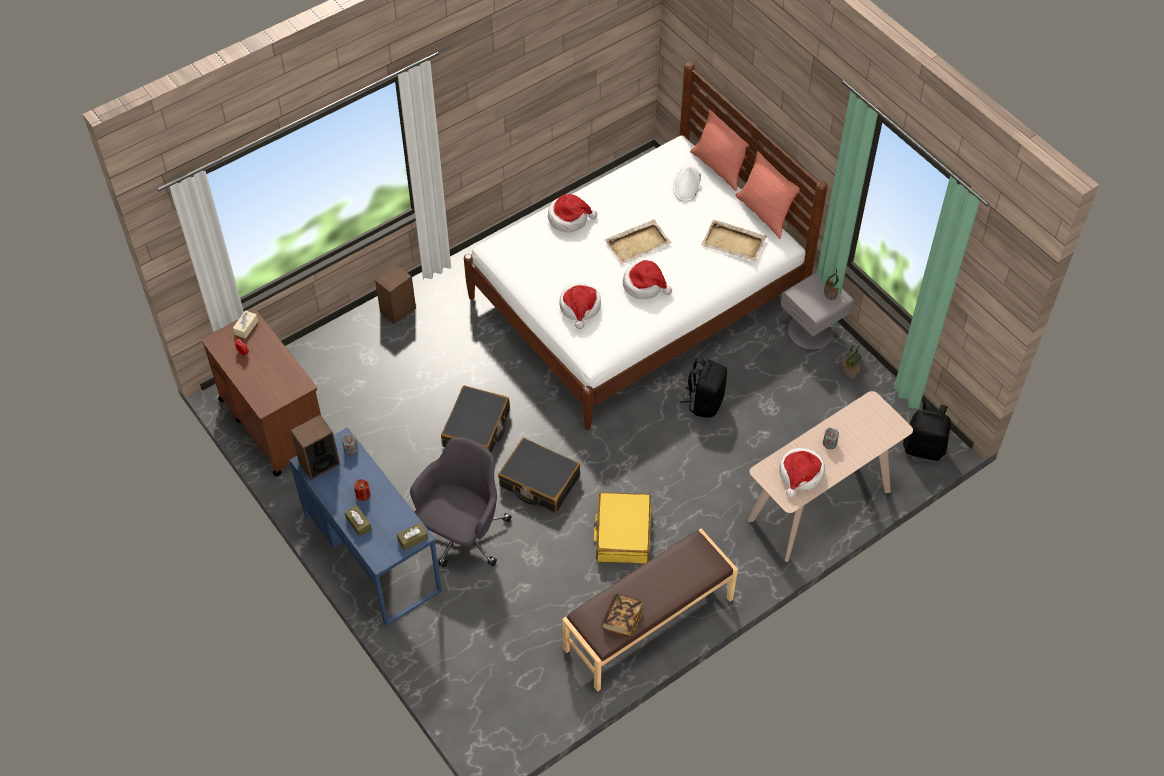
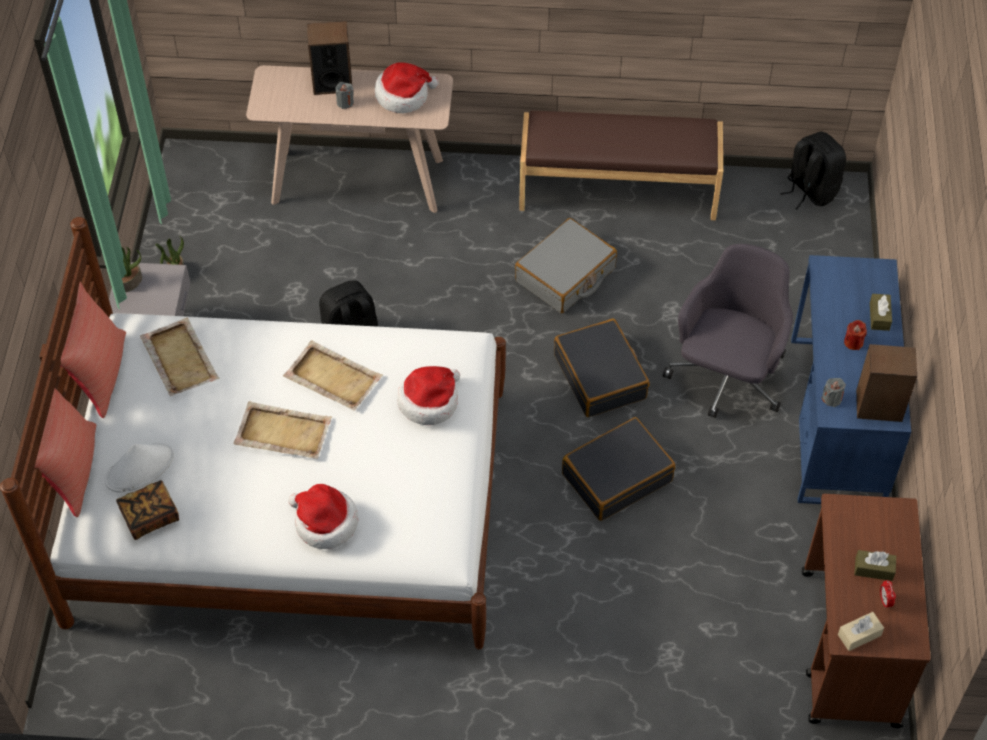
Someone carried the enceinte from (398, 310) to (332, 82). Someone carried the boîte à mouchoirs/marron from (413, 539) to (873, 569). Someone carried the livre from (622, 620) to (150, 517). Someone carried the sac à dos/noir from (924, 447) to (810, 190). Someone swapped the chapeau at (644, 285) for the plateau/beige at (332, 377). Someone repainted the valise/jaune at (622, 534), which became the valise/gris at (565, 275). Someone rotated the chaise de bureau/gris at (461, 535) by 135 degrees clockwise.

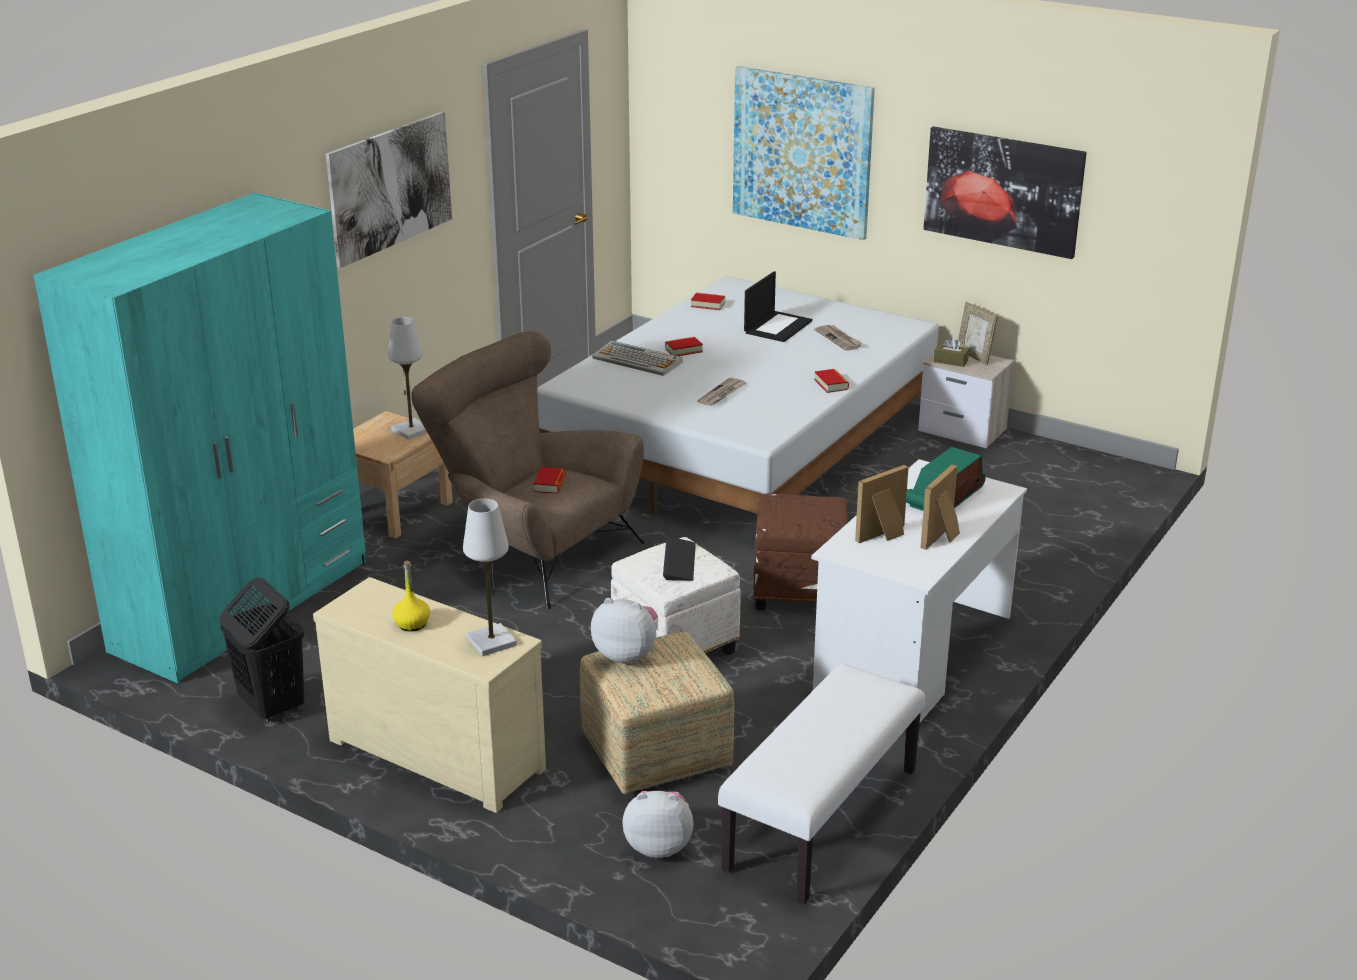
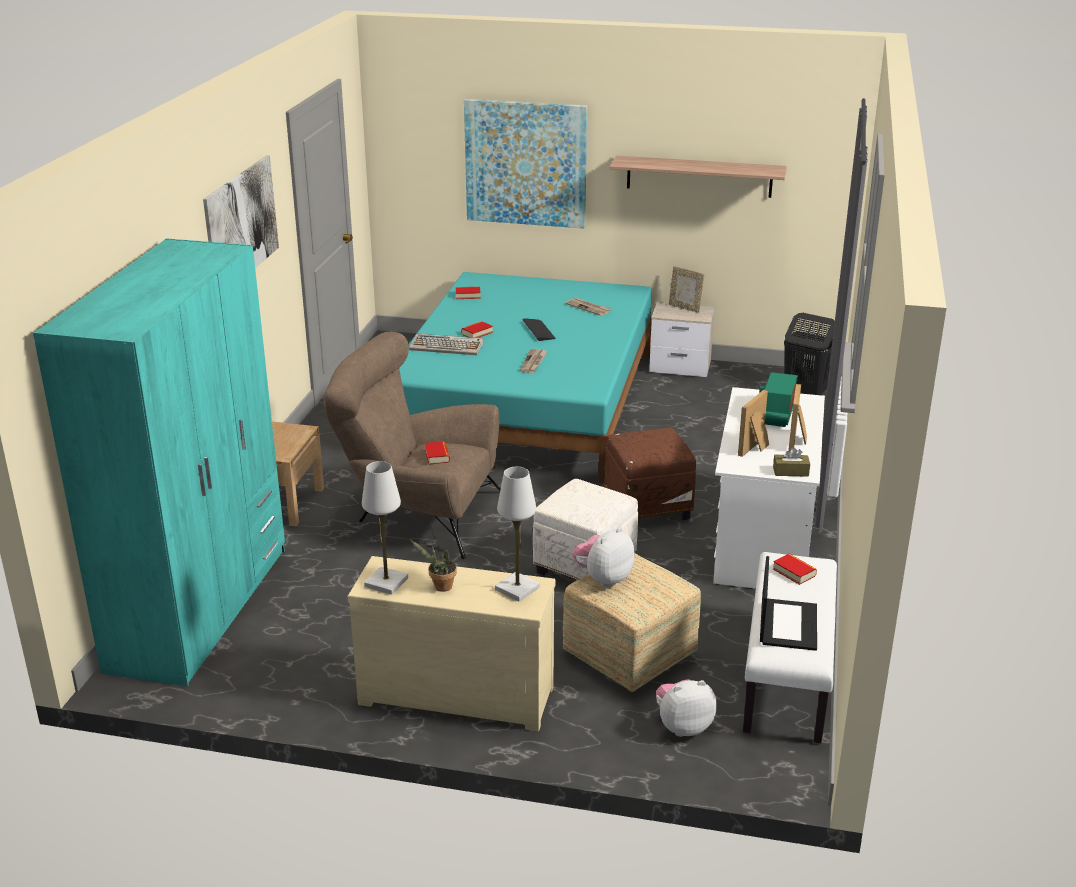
Someone carried the panier à linge/noir from (271, 706) to (804, 394). Someone carried the lampe de table/blanc from (411, 431) to (386, 582). Someone carried the clavier from (679, 561) to (539, 330). Someone carried the ordinateur portable from (777, 326) to (787, 624). Someone carried the livre from (831, 384) to (794, 572). Someone carried the boîte à mouchoirs/marron from (950, 361) to (790, 471). Someone swapped the bouteille/jaune at (412, 624) for the plante en pot at (440, 587). Someone swapped the tableau at (1003, 191) for the étagère at (699, 176). Someone repainted the lit/blanc at (743, 446), which became the lit/turquoise at (527, 404). Someone rotated the peluche at (627, 655) by 45 degrees counterclockwise.

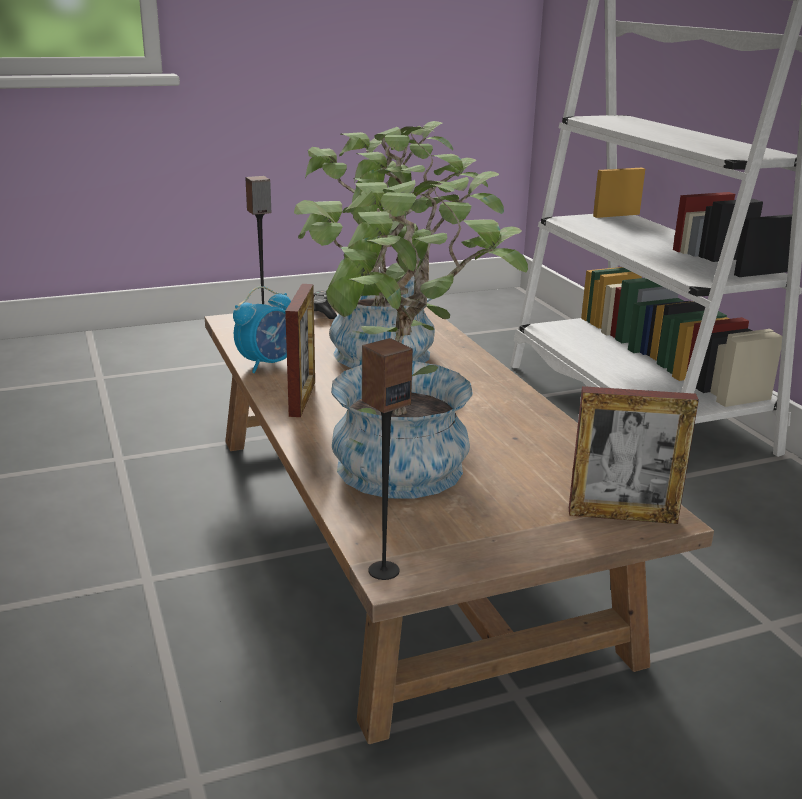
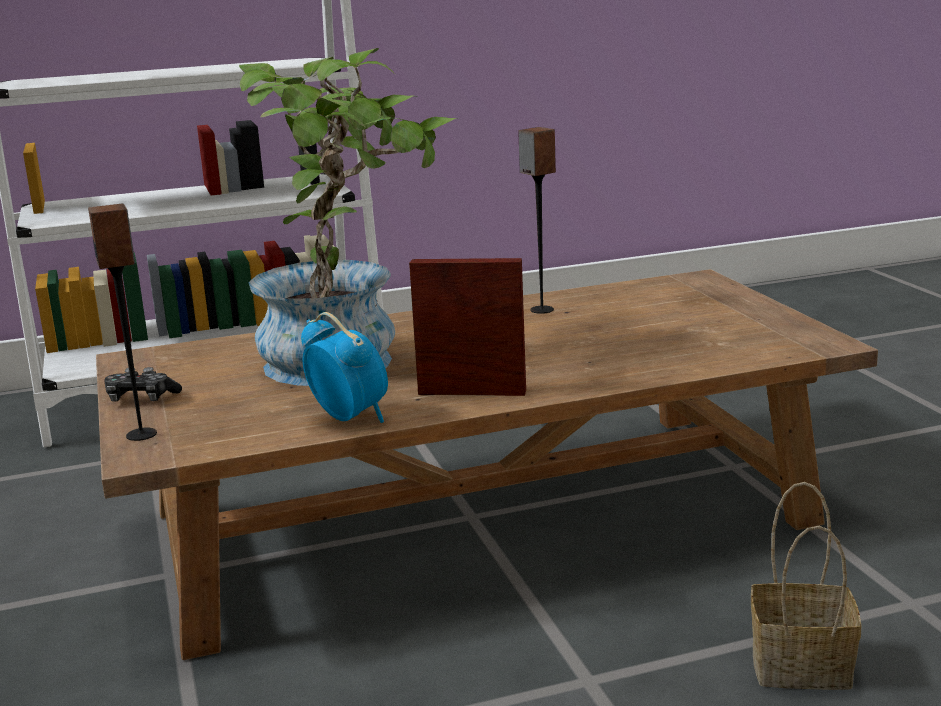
Someone took away the plante en pot at (399, 477). Someone took away the cadre photo at (622, 516). Someone put down the panier at (804, 665). Someone carried the enceinte from (383, 570) to (541, 310).

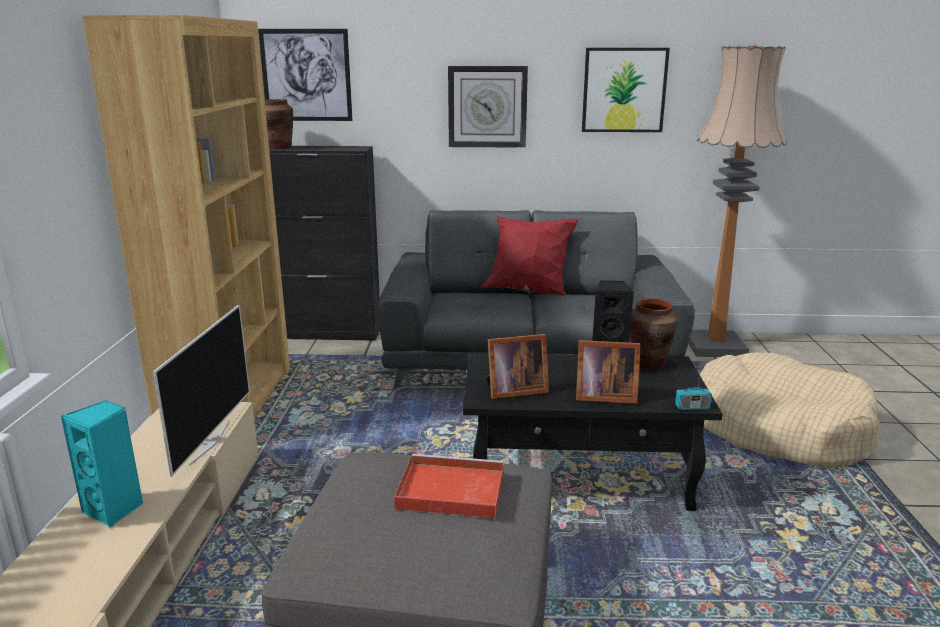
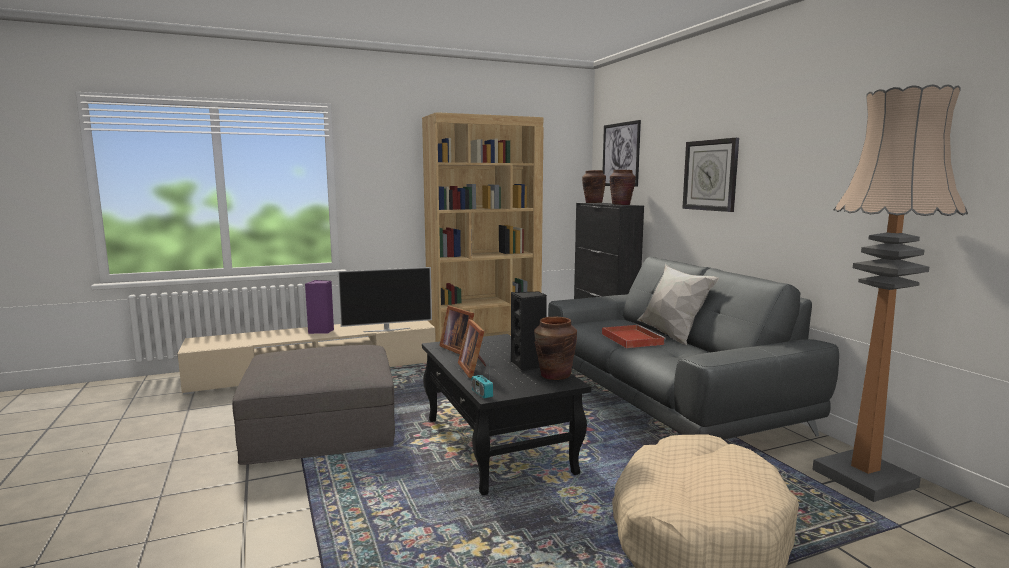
Someone took away the tableau at (624, 90). Someone put down the vase/marron at (621, 204). Someone carried the plateau/rouge from (449, 490) to (631, 339). Someone repainted the enceinte/turquoise at (115, 510), which became the enceinte/violet at (321, 331). Someone repainted the coussin/rouge at (528, 291), which became the coussin/blanc at (672, 336).

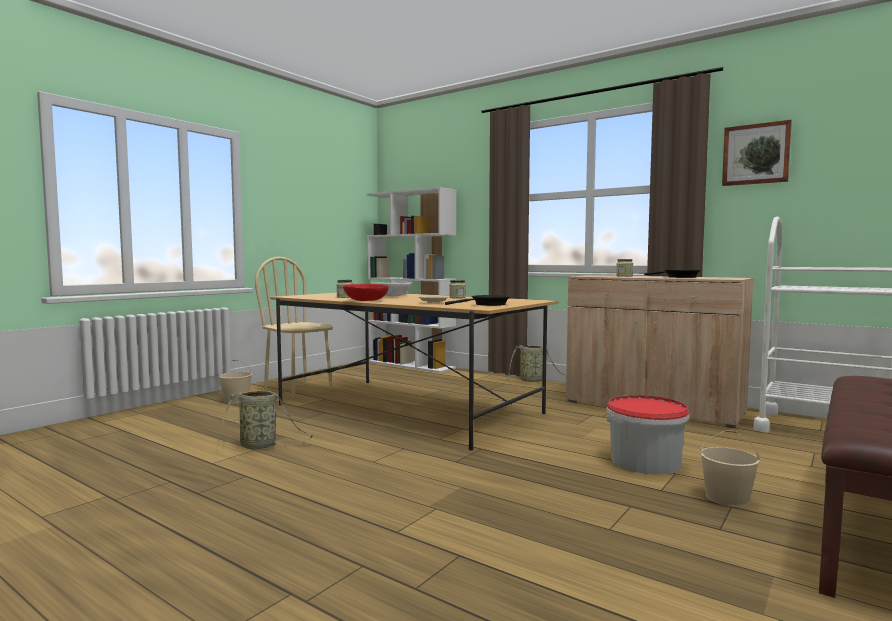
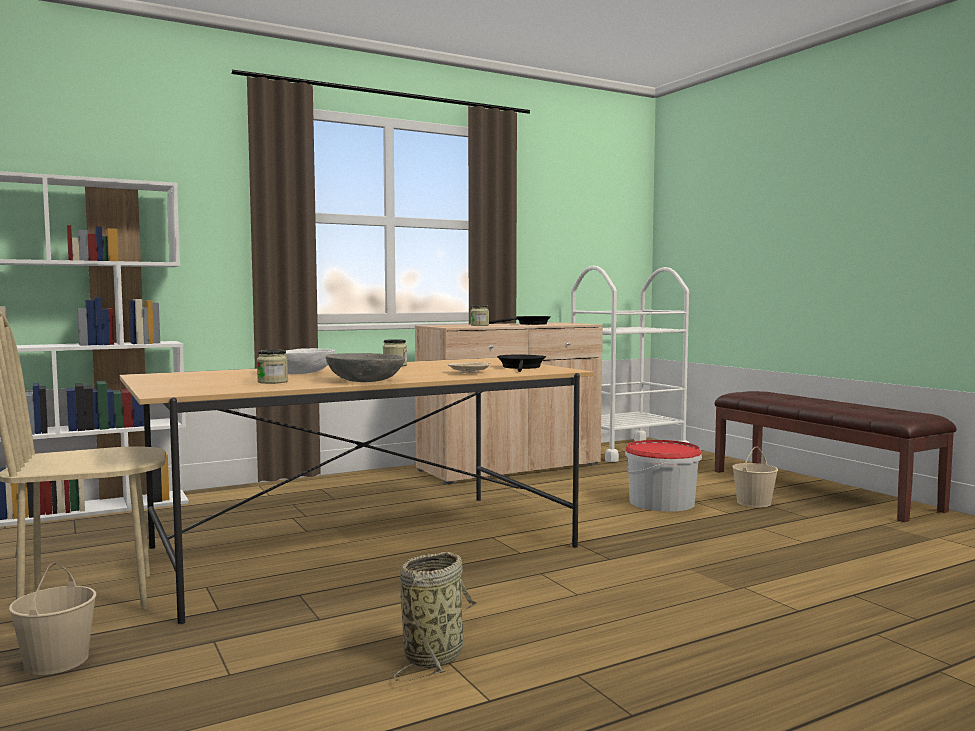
Someone took away the panier at (533, 381). Someone took away the tableau at (756, 154). Someone repainted the bol/rouge at (366, 300), which became the bol/gris at (365, 380).

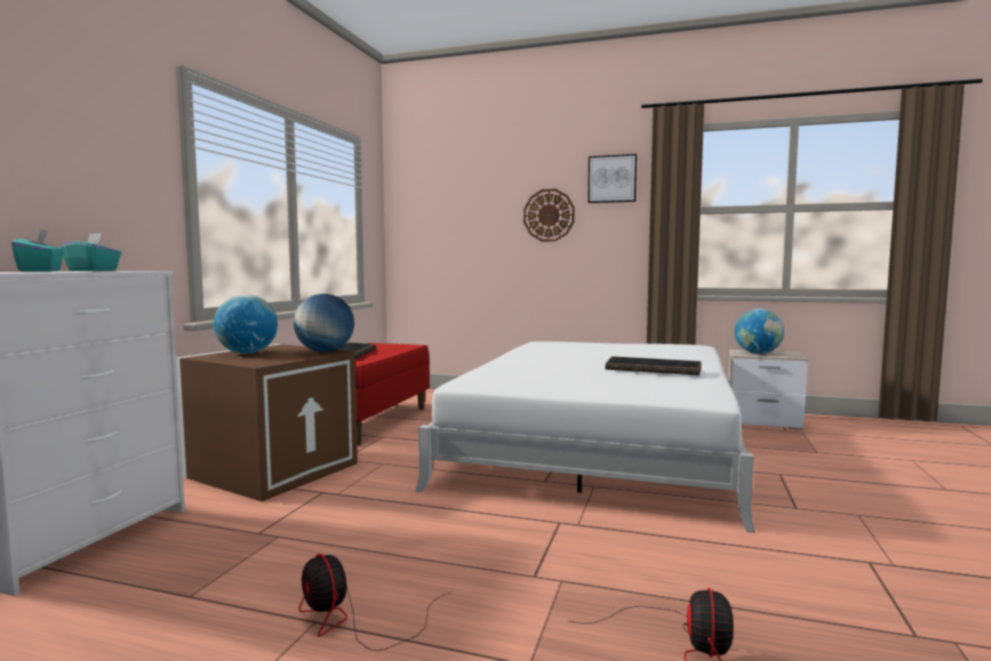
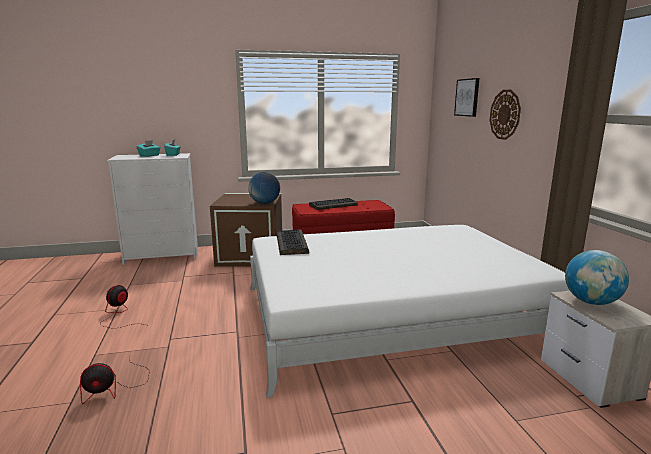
Someone took away the globe at (247, 353). Someone carried the tableau from (612, 179) to (467, 97). Someone carried the clavier from (654, 369) to (292, 244).

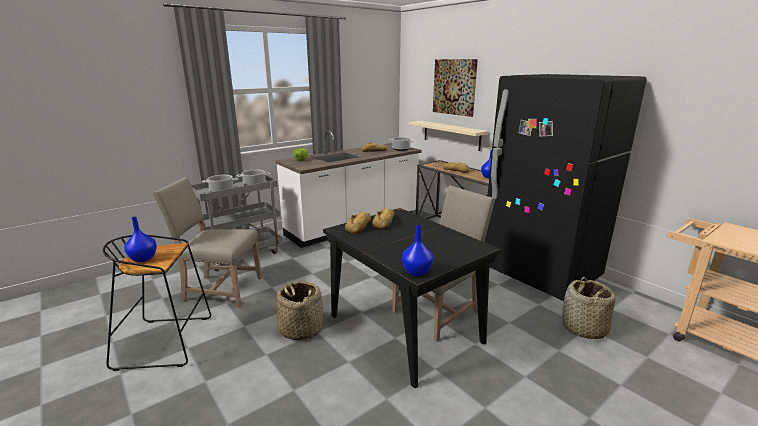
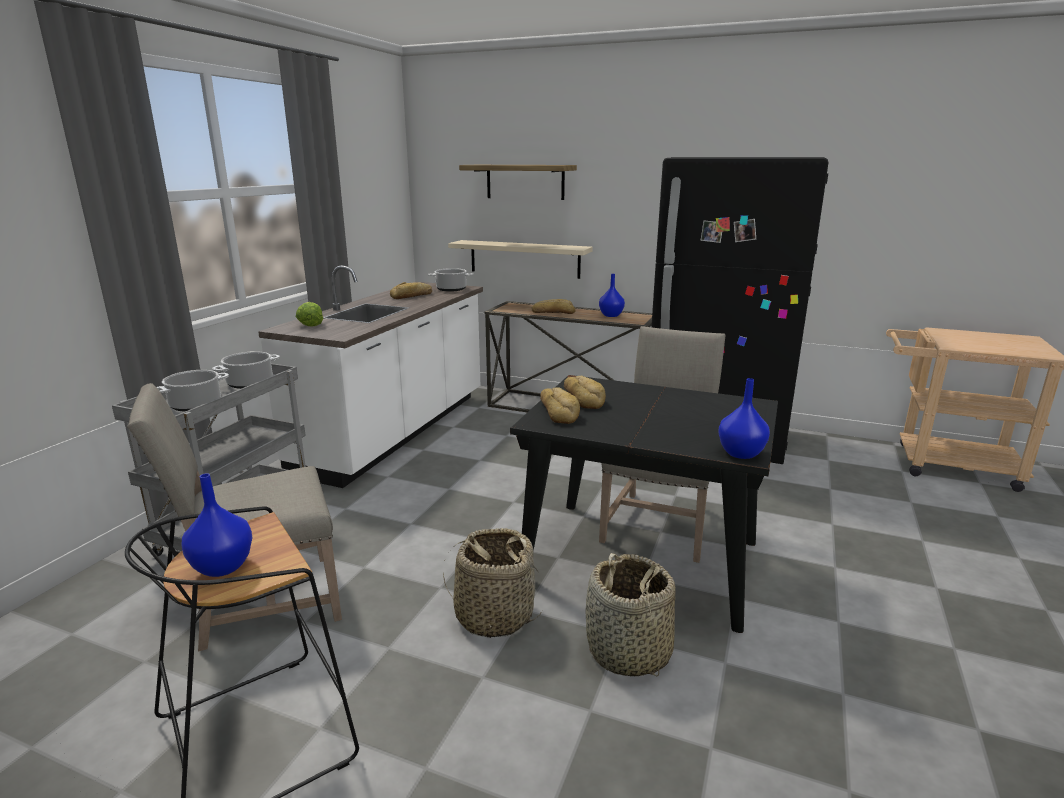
Someone carried the panier from (584, 328) to (628, 652). Someone swapped the tableau at (454, 87) for the étagère at (525, 182).

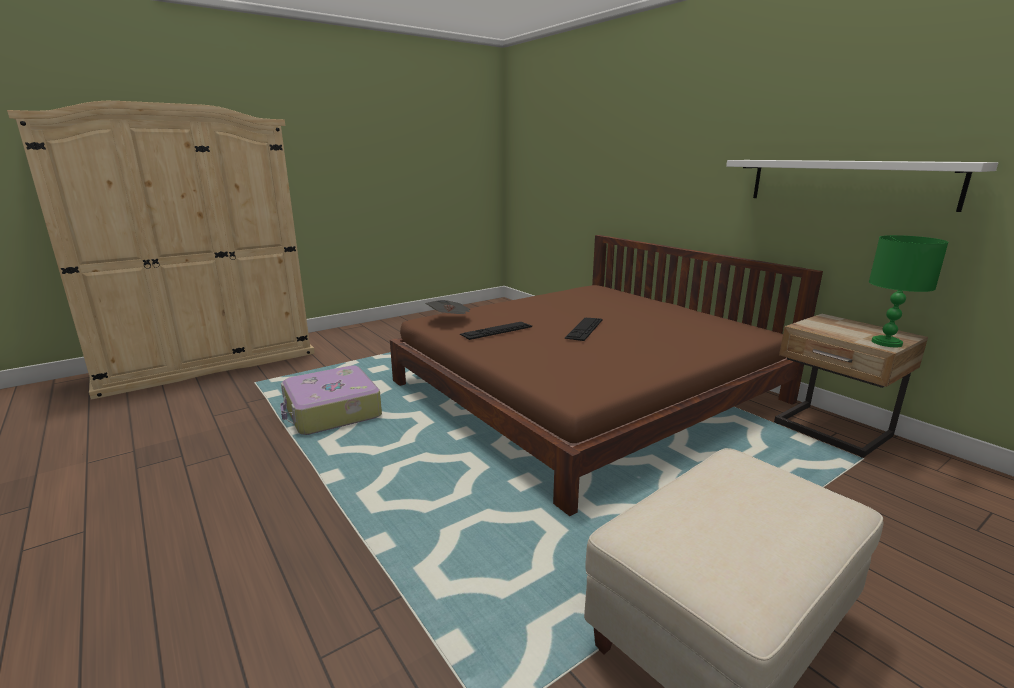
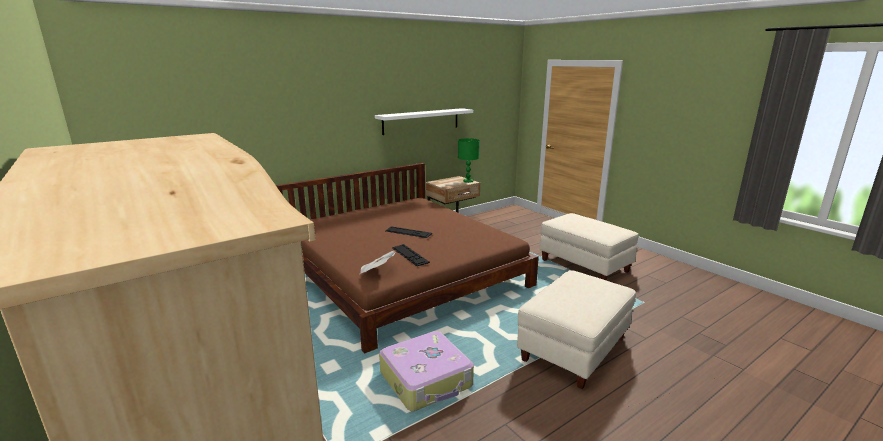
Someone put down the pouf/beige at (574, 350).

